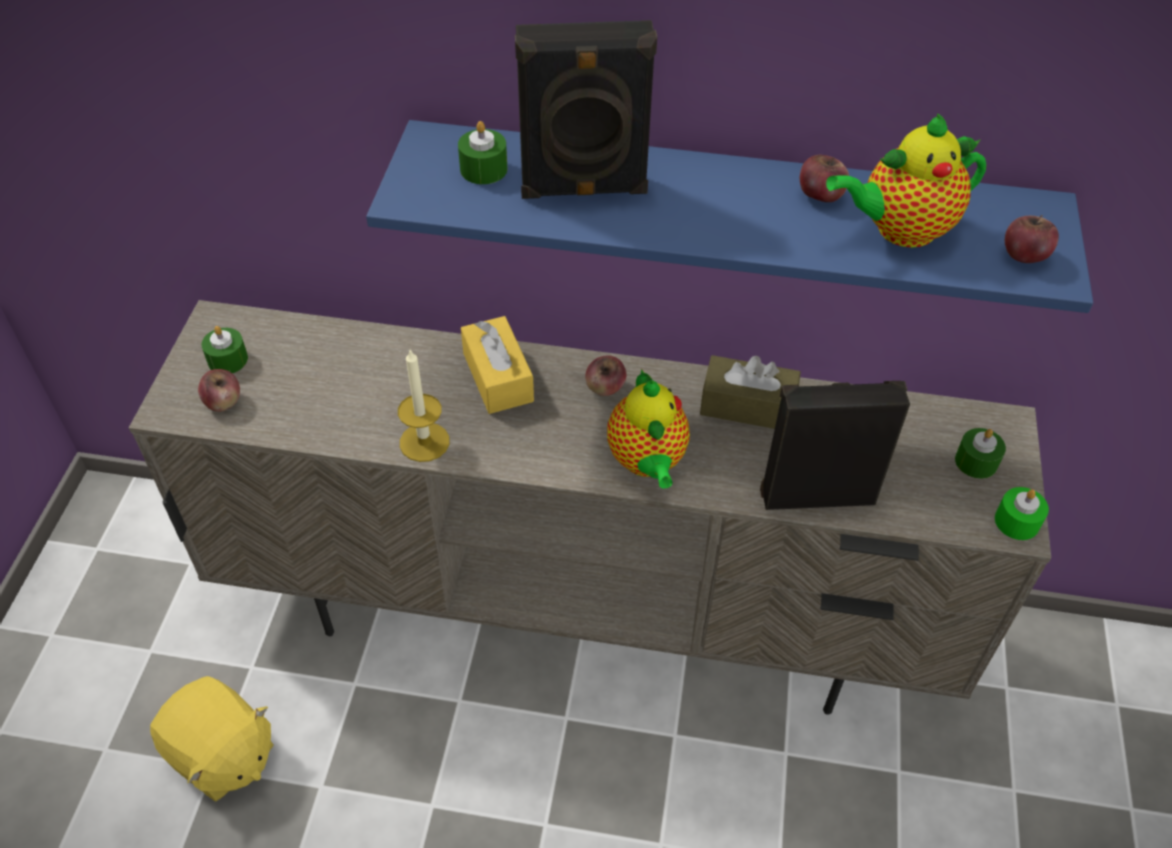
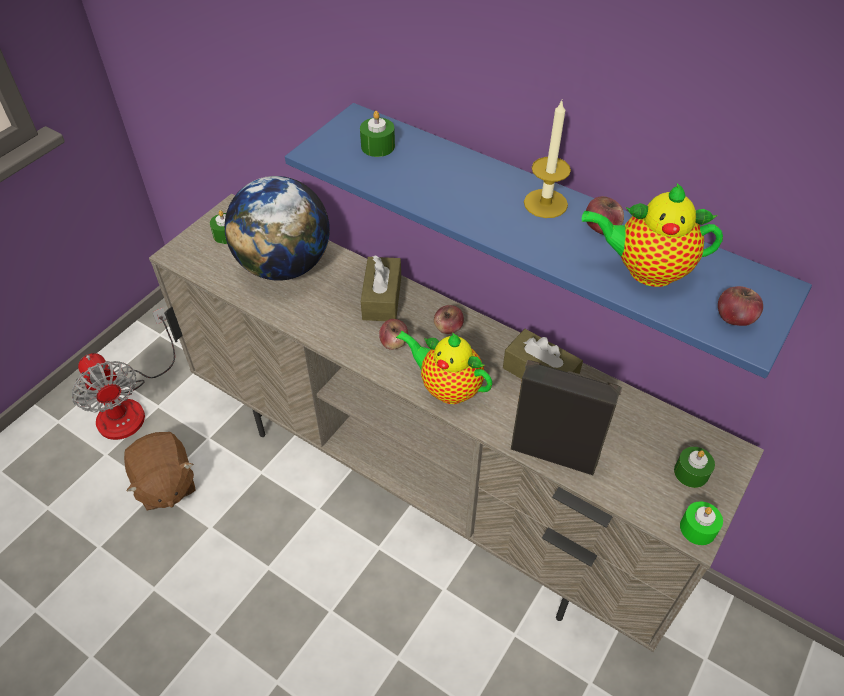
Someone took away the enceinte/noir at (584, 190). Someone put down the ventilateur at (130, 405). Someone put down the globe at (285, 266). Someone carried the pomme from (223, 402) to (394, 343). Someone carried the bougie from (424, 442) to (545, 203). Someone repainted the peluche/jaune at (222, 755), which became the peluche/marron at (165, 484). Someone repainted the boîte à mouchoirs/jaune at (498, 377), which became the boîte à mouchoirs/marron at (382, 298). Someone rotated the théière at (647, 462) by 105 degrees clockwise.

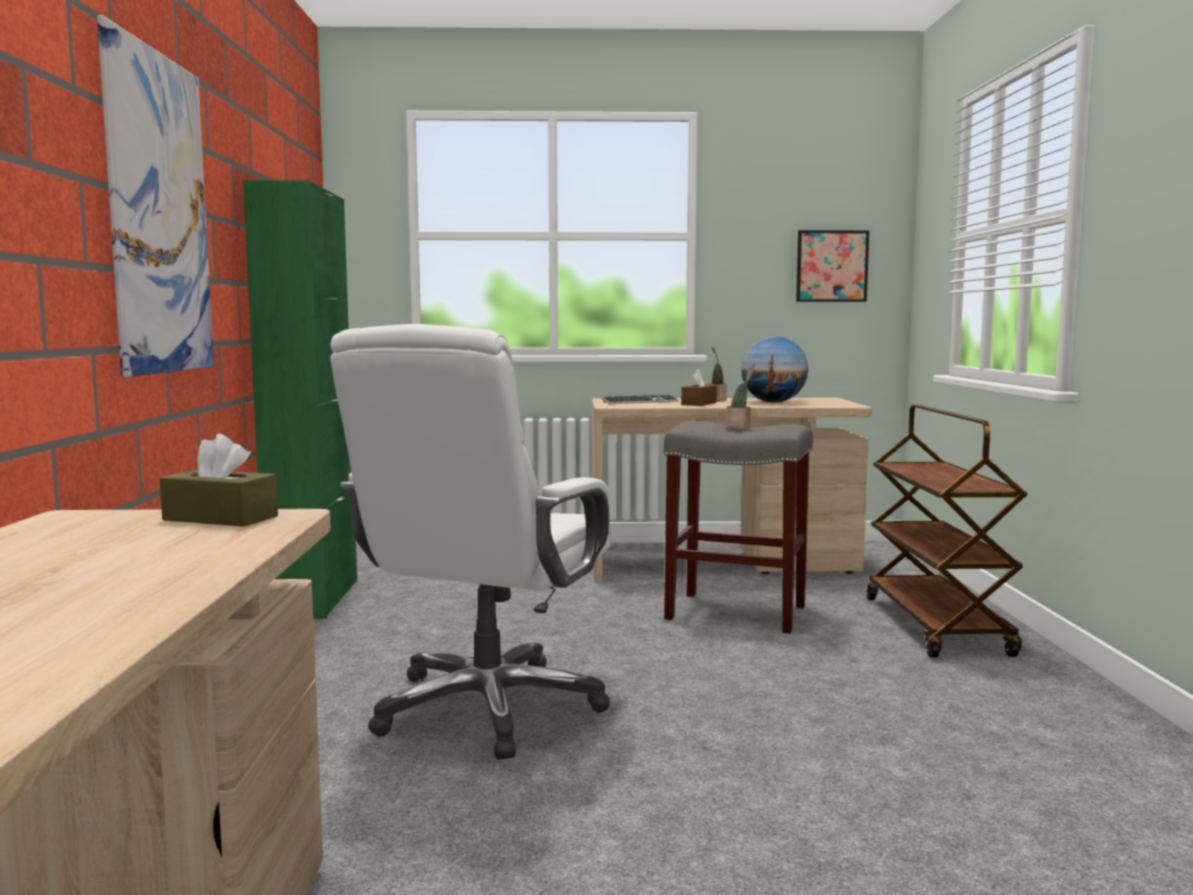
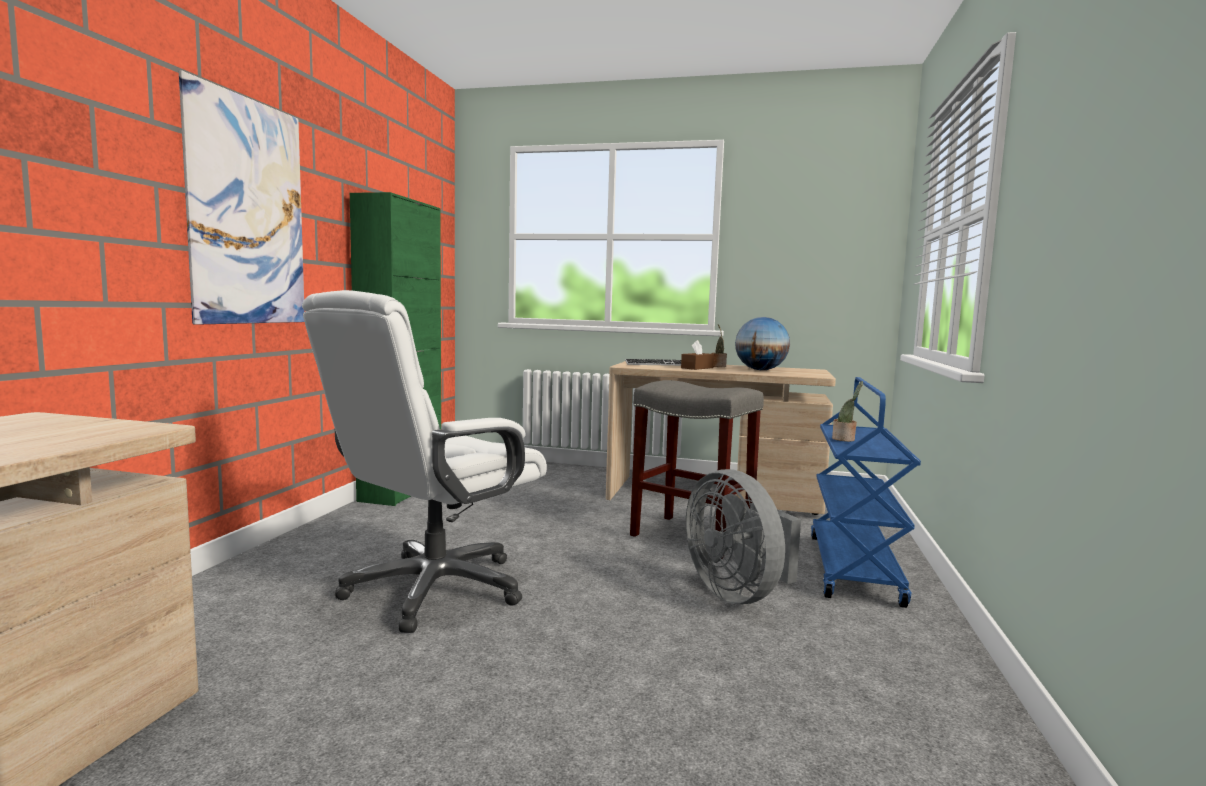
Someone took away the boîte à mouchoirs/marron at (220, 518). Someone took away the tableau at (832, 266). Someone put down the ventilateur/gris at (738, 593). Someone carried the plante en pot from (740, 427) to (845, 439). Someone repainted the chariot/marron at (937, 626), which became the chariot/bleu at (854, 570).

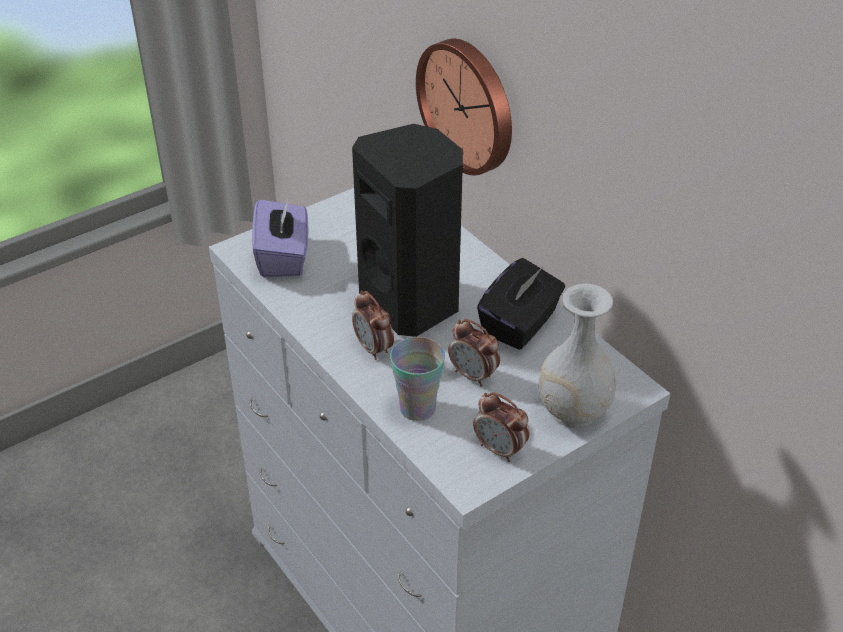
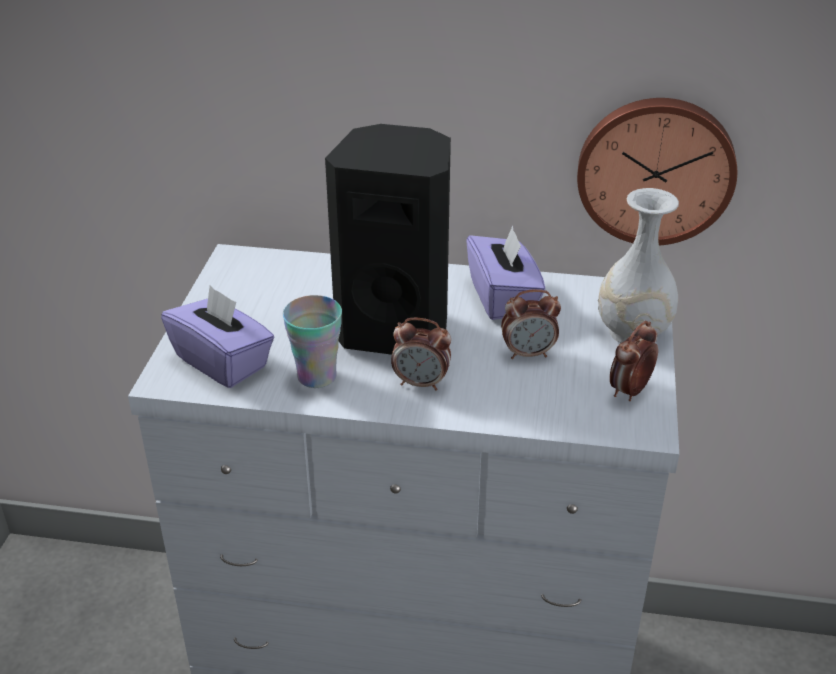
Someone carried the tasse from (417, 408) to (317, 376). Someone carried the horloge murale from (469, 105) to (655, 169). Someone repainted the boîte à mouchoirs/noir at (520, 324), which became the boîte à mouchoirs/violet at (503, 298). Someone rotated the réveil at (500, 450) by 135 degrees clockwise.

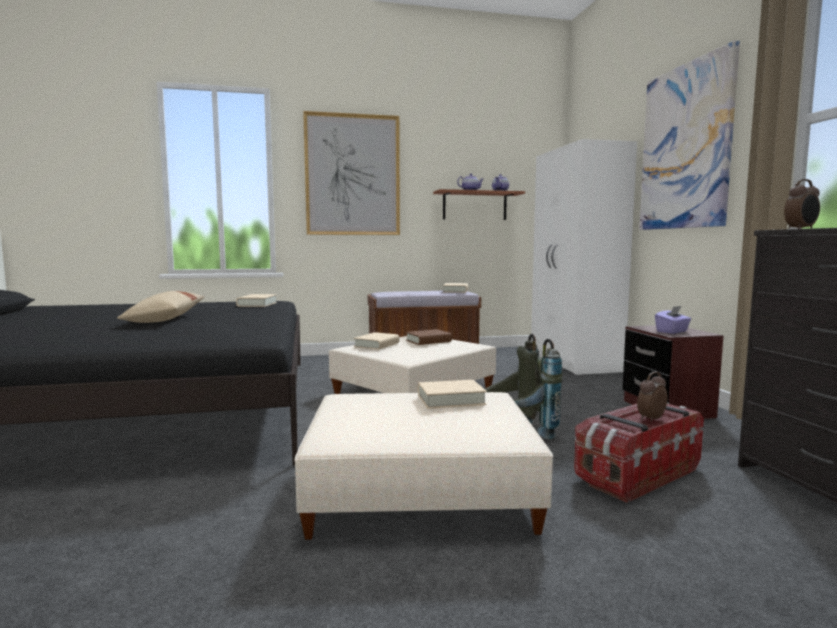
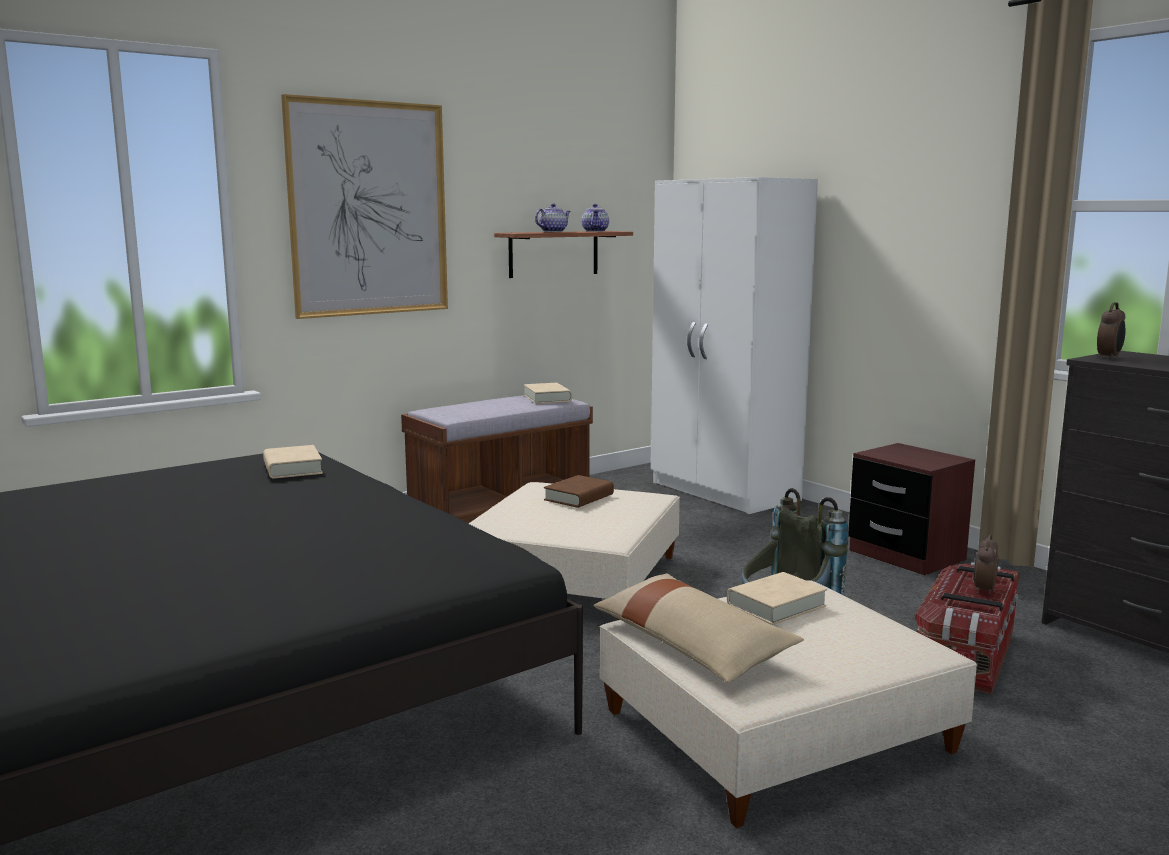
Someone took away the livre/beige at (377, 345). Someone took away the tableau at (685, 147). Someone took away the boîte à mouchoirs/violet at (672, 331). Someone carried the coussin/beige from (166, 319) to (692, 645).

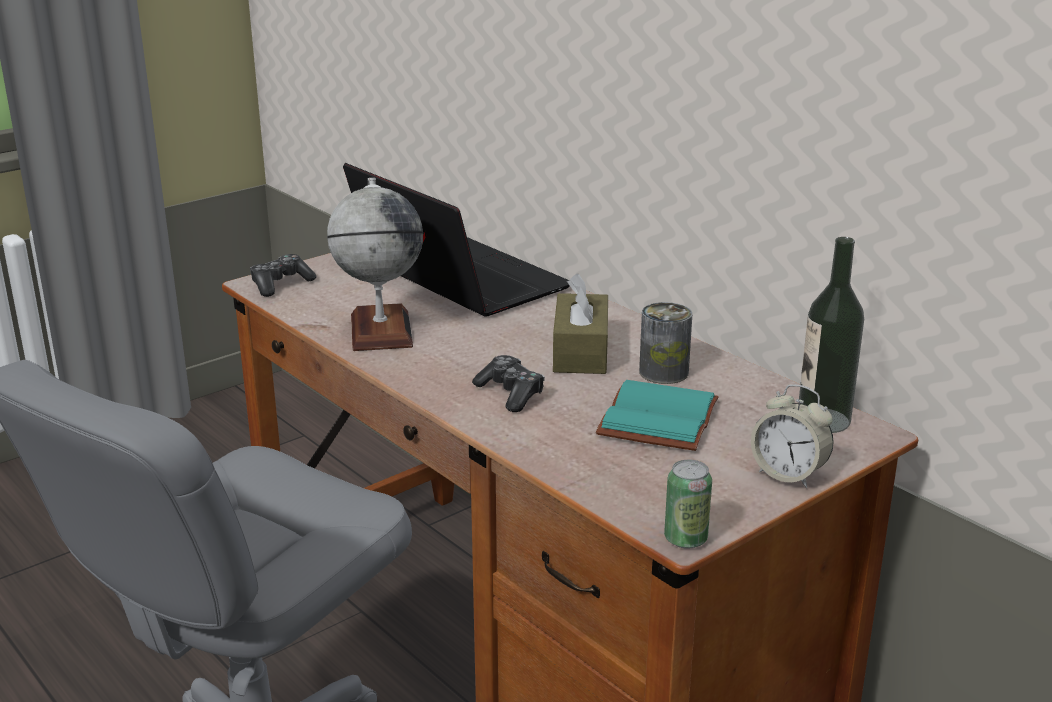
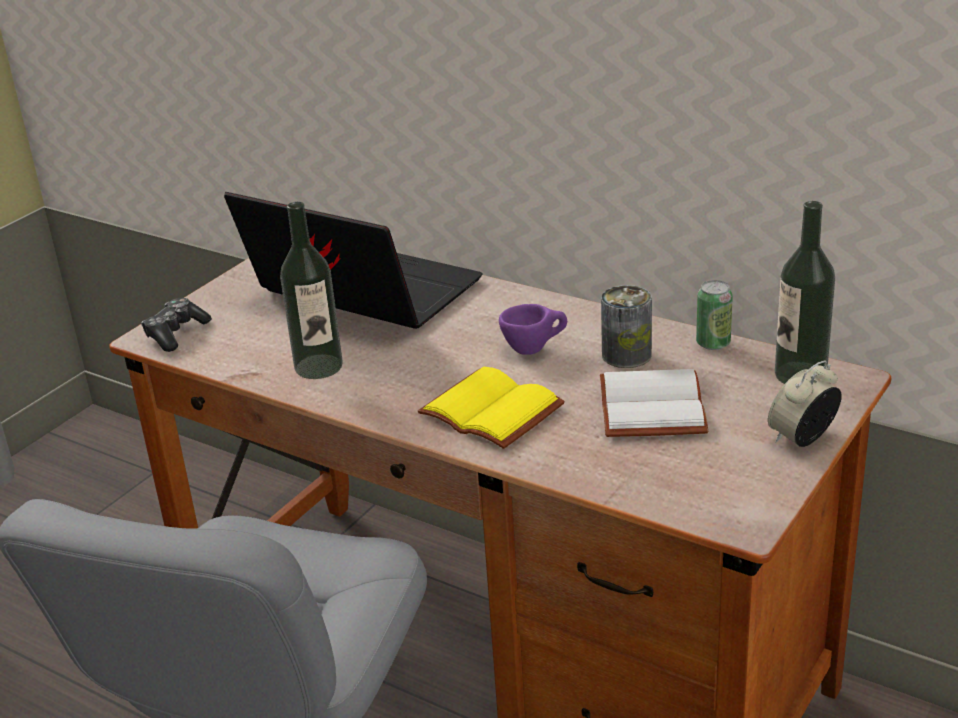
Someone carried the boîte métallique from (685, 539) to (713, 343). Someone swapped the globe at (380, 330) for the bouteille at (318, 366). Someone swapped the manette at (510, 393) for the livre/jaune at (495, 410). Someone swapped the boîte à mouchoirs/marron at (580, 351) for the tasse/violet at (534, 349). Someone repainted the livre/turquoise at (655, 417), which became the livre/blanc at (648, 406). Someone rotated the réveil at (788, 474) by 120 degrees clockwise.

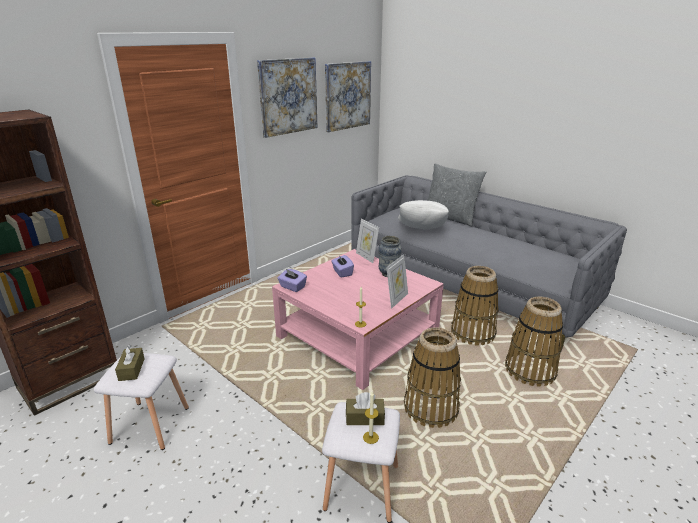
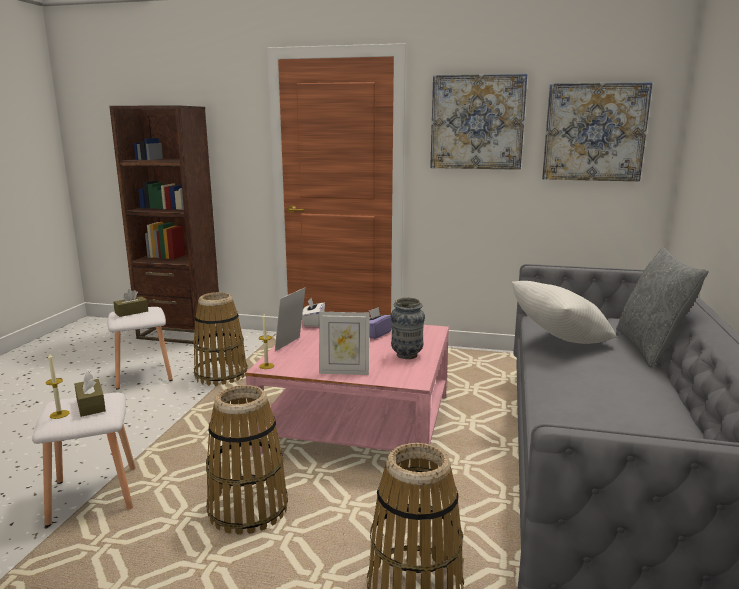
Someone carried the cadre photo from (366, 257) to (291, 344). Someone carried the panier from (473, 333) to (221, 375). Someone repainted the boîte à mouchoirs/violet at (292, 287), which became the boîte à mouchoirs/blanc at (313, 322).

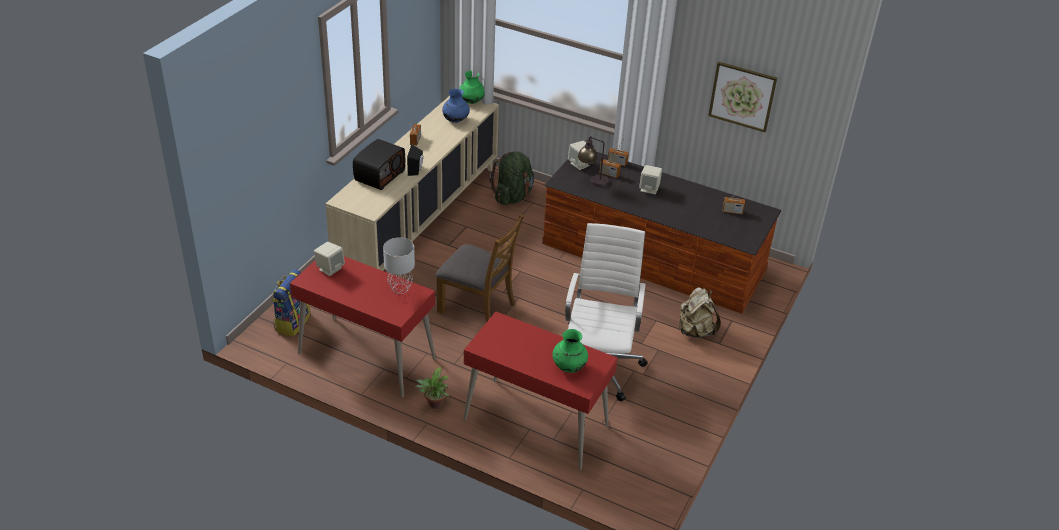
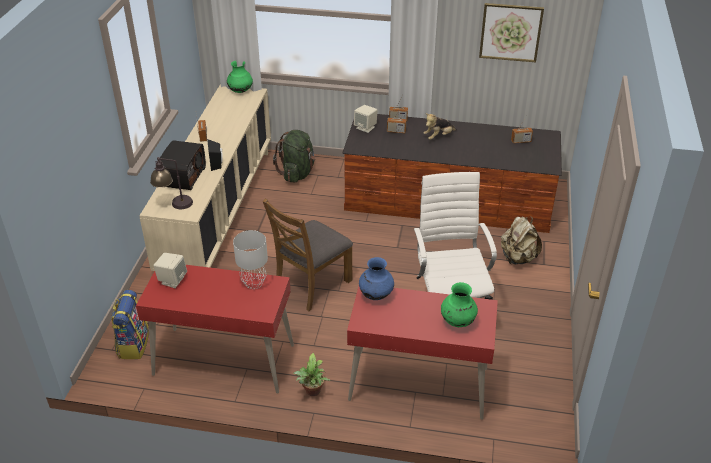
Someone carried the vase/bleu from (455, 120) to (376, 295). Someone carried the lampe de table from (592, 182) to (174, 205). Someone swapped the enceinte/beige at (649, 189) for the peluche at (438, 136). Someone rotated the chaise/marron at (478, 307) by 120 degrees clockwise.

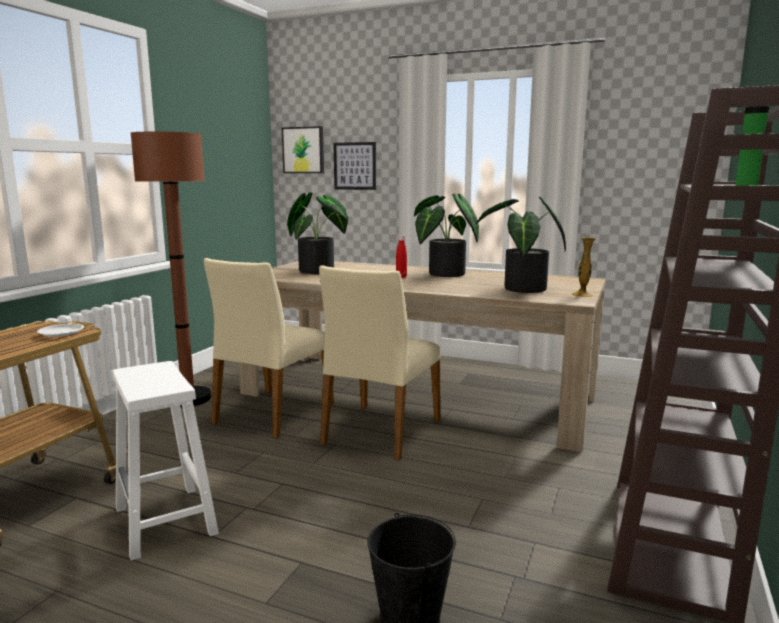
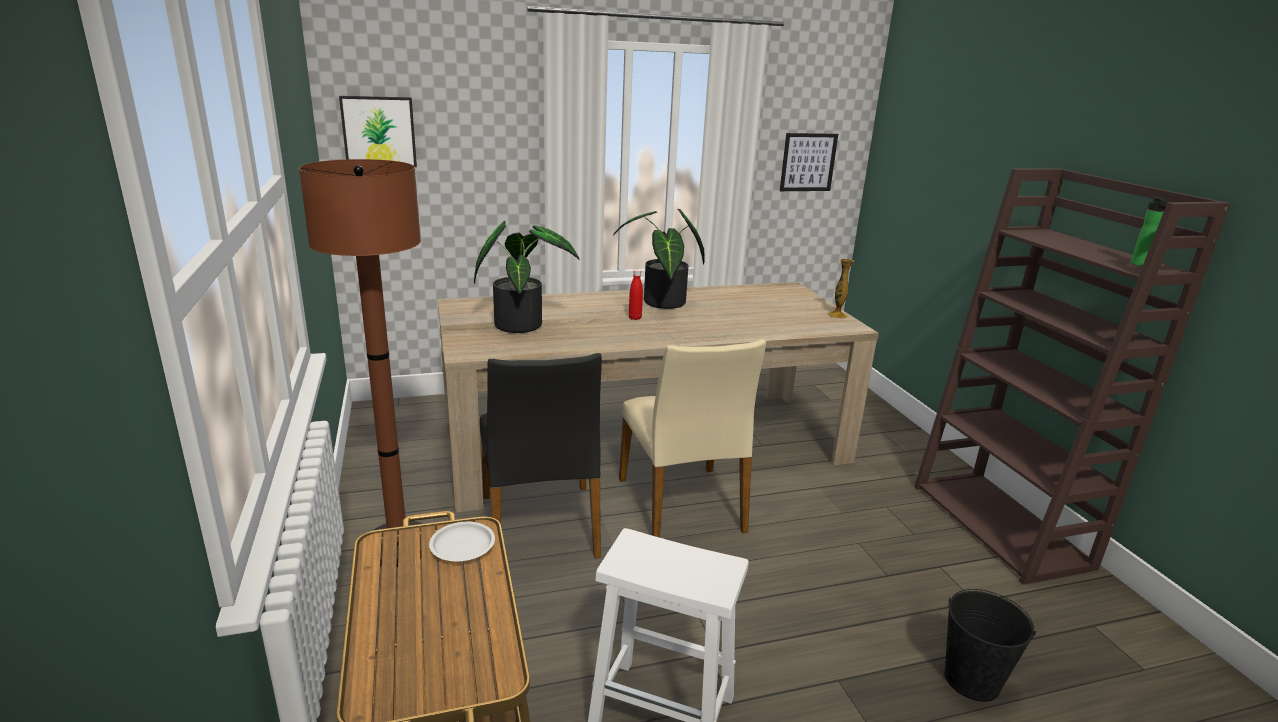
Someone took away the plante en pot at (521, 290). Someone carried the tableau from (355, 166) to (808, 162). Someone repainted the chaise/beige at (272, 413), which became the chaise/noir at (541, 526).

